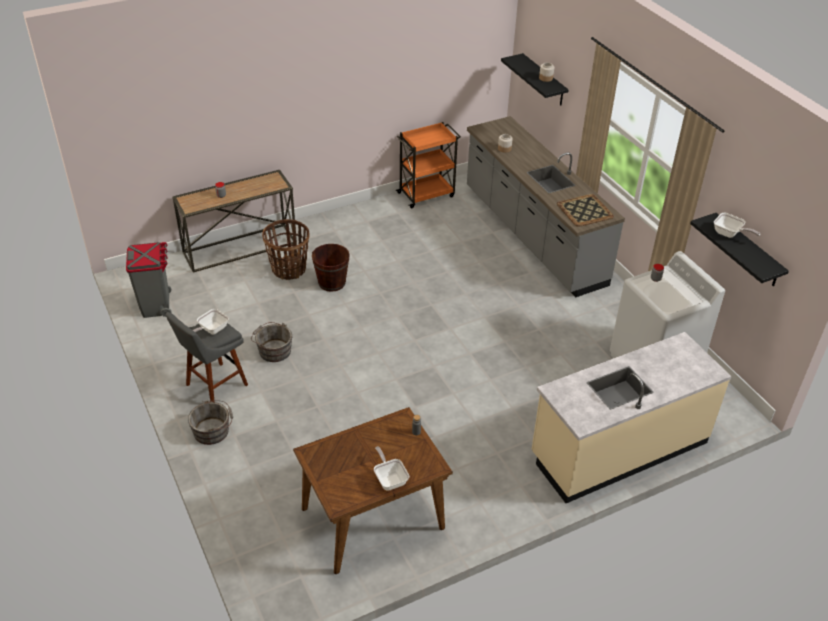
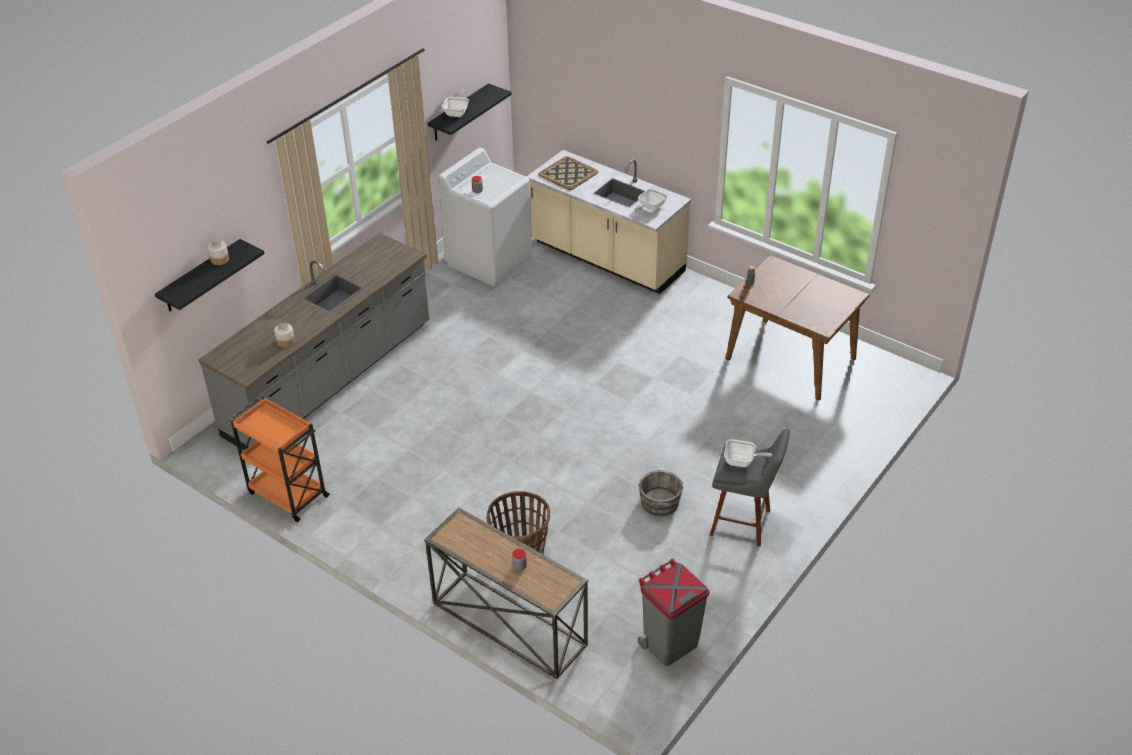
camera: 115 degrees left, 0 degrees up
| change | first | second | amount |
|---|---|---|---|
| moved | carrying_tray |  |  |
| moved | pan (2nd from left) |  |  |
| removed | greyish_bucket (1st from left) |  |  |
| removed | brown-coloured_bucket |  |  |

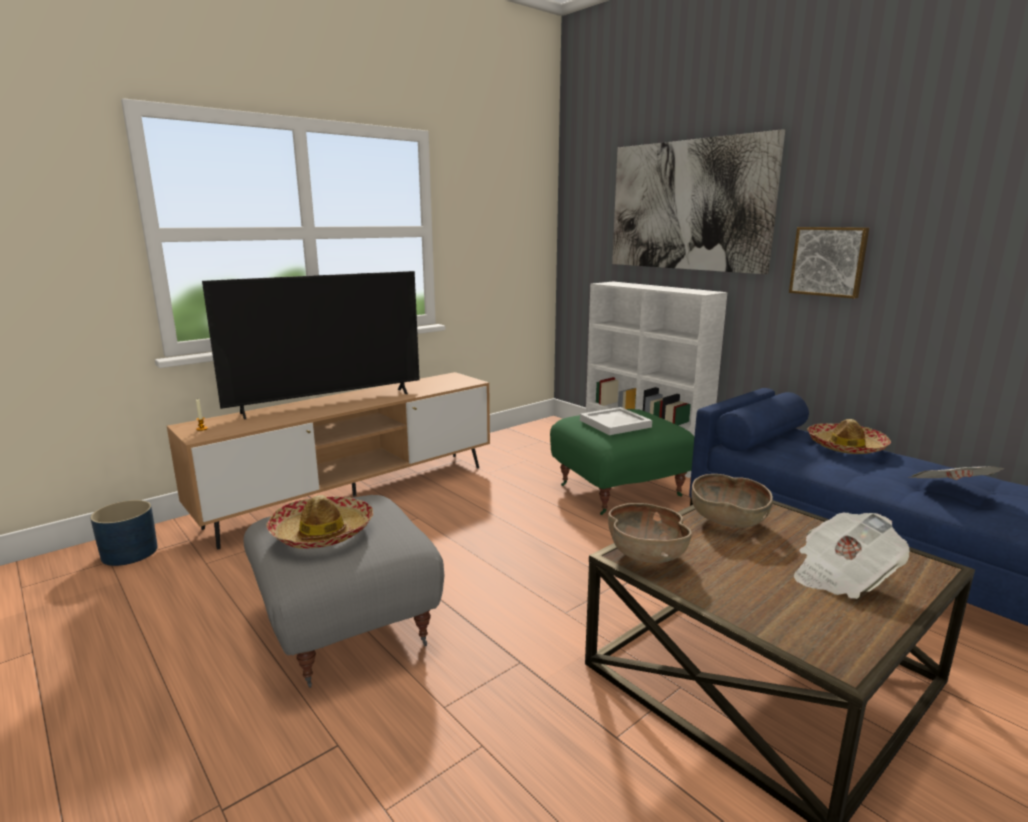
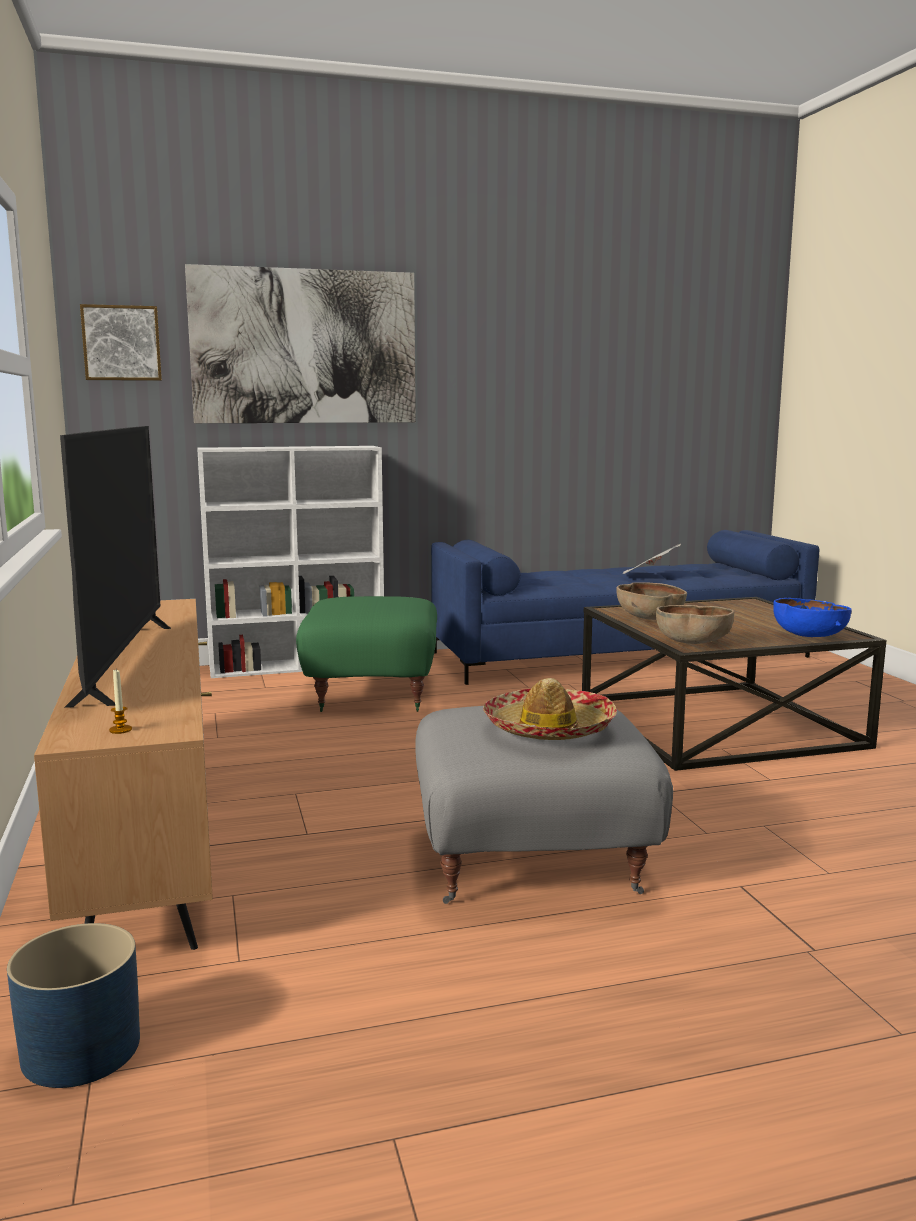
camera: 65 degrees left, 5 degrees down
| change | first | second | amount |
|---|---|---|---|
| moved | picture (2nd from left in the first image) | picture (1st from left) |  |
| added |  | blue-coloured_bowl |  |
| removed | white_carrying_tray |  |  |
| removed | printed_paper (1st from left) |  |  |
| removed | wearable_hat (2nd from left) |  |  |

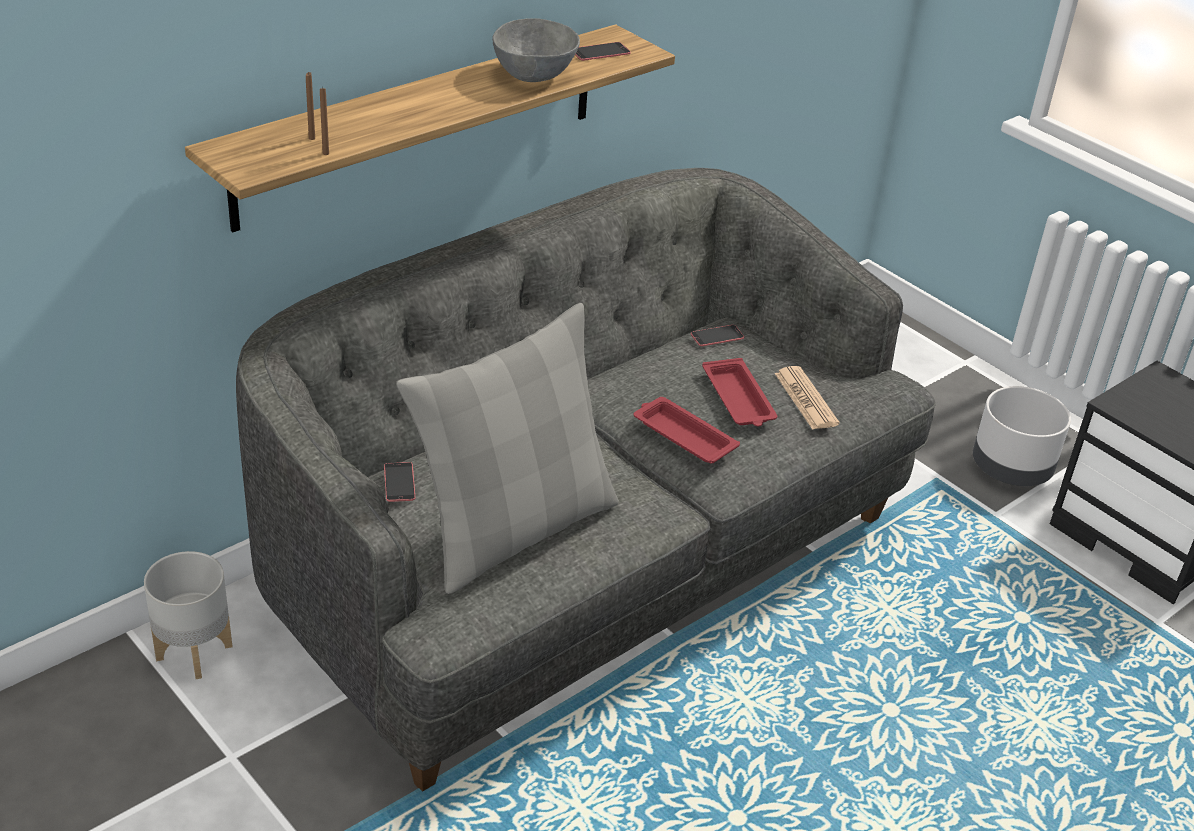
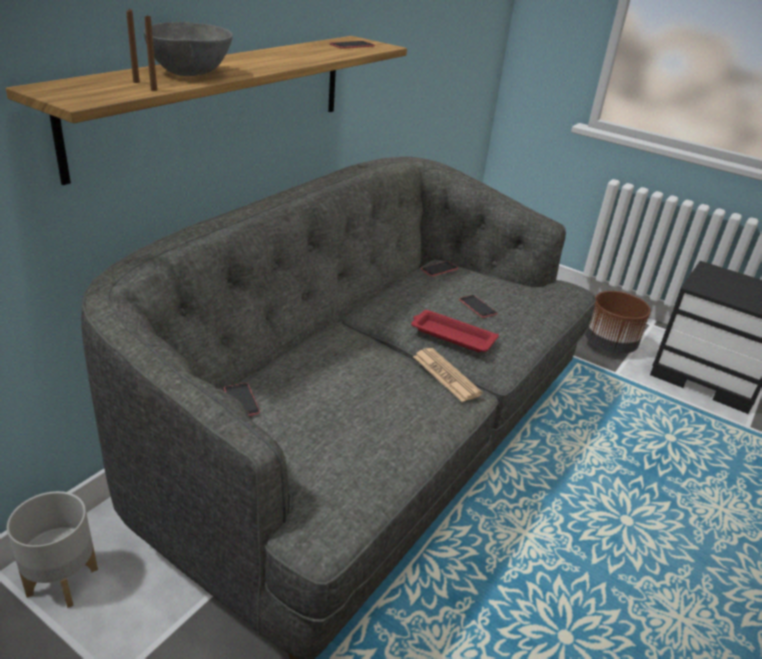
camera: 15 degrees left, 5 degrees down
| change | first | second | amount |
|---|---|---|---|
| moved | greyish_bowl |  |  |
| moved | printed_paper |  |  |
| replaced | red_carrying_tray (2nd from left) | handset (4th from left) |  |
| recoloured | greyish_flower_pot (2nd from left) | brown-coloured_flower_pot |  |
| removed | greyish_pillow |  |  |

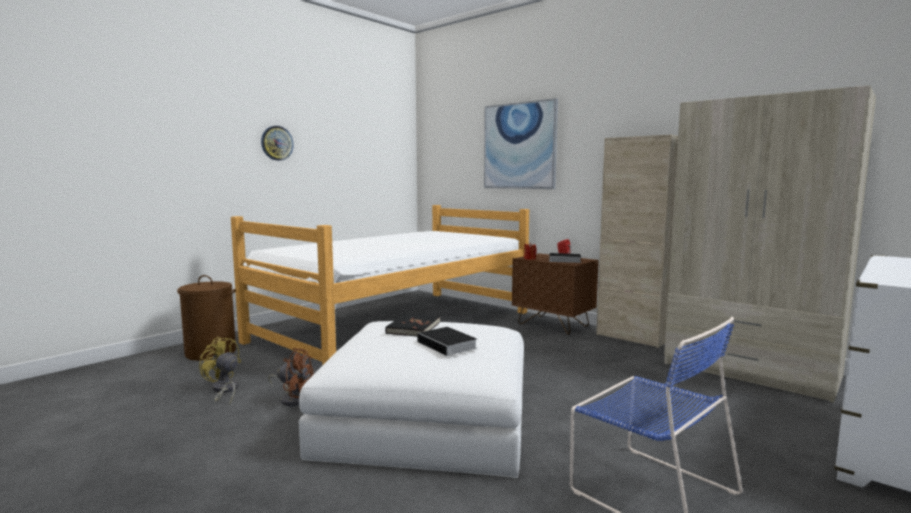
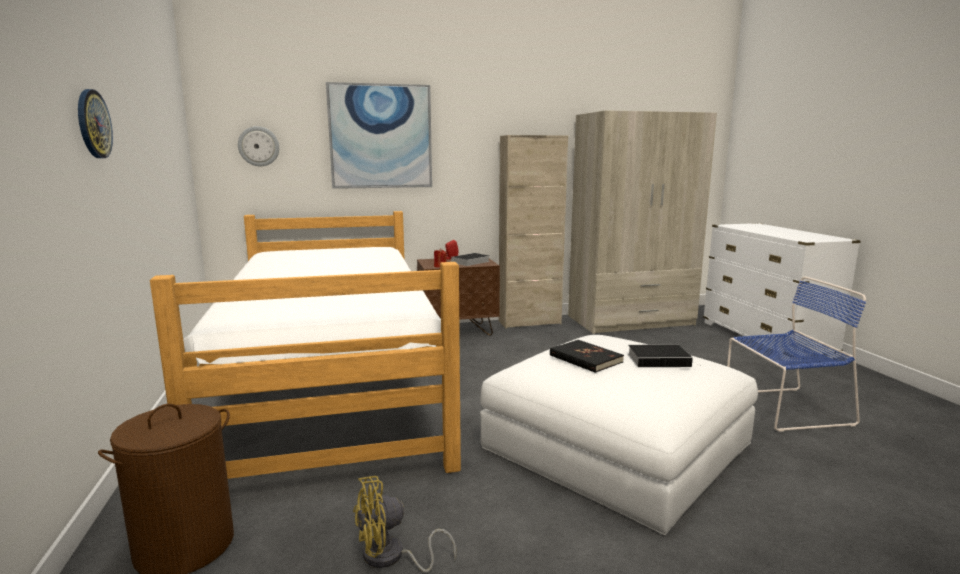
camera: 55 degrees left, 5 degrees up
| change | first | second | amount |
|---|---|---|---|
| added |  | hanging_clock (2nd from left) |  |
| removed | brown-coloured_electric_fan |  |  |

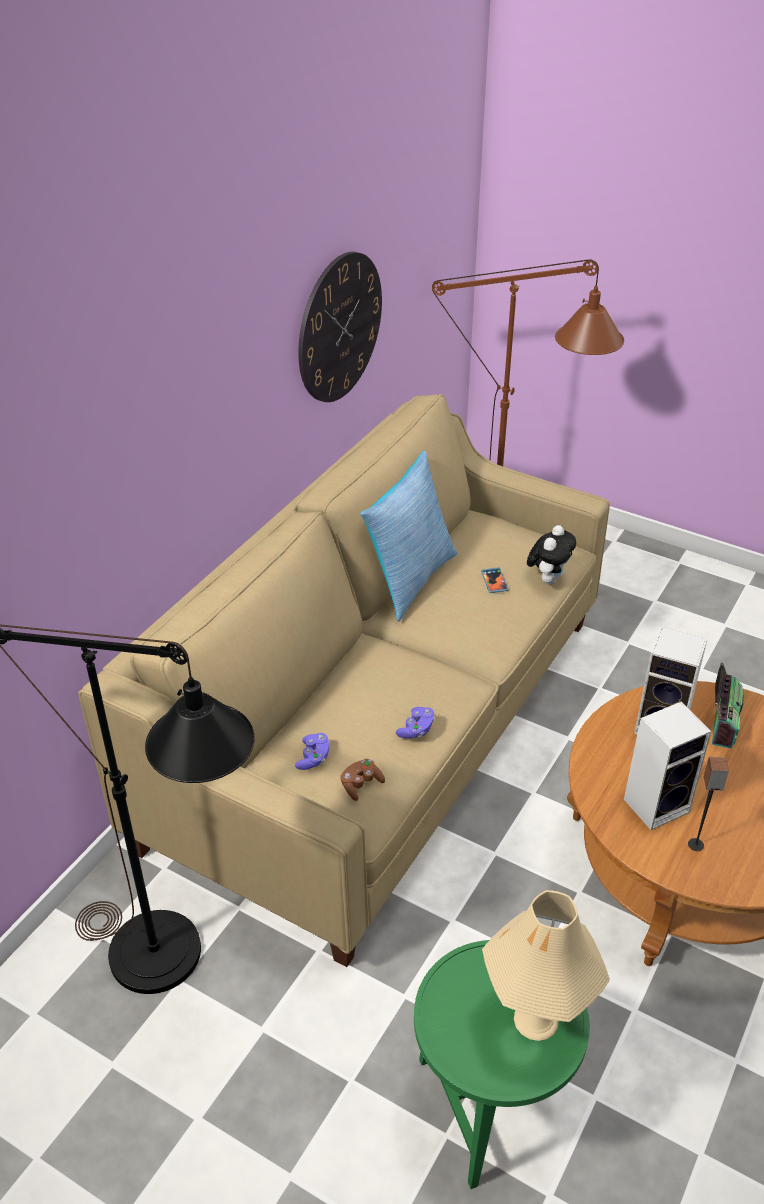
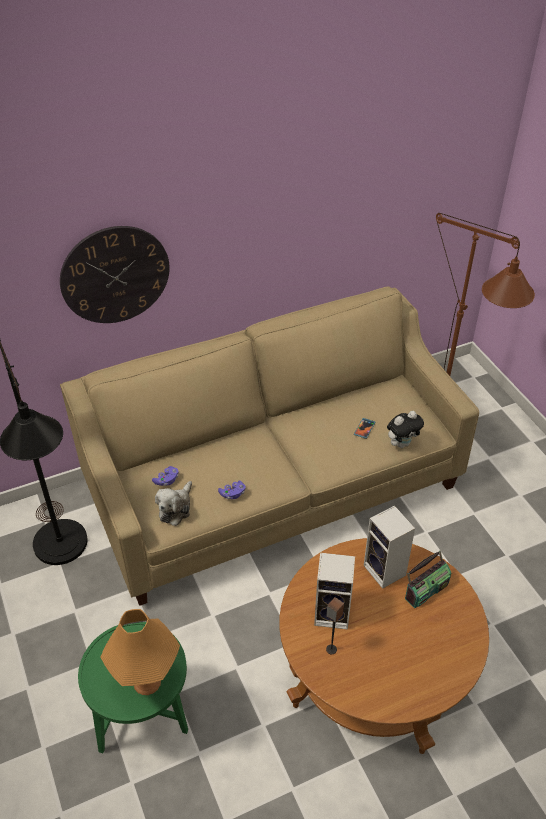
camera: 35 degrees right, 5 degrees up
| change | first | second | amount |
|---|---|---|---|
| moved | hanging_clock |  |  |
| recoloured | beige_lamp_for_a_table | orangey_lamp_for_a_table |  |
| replaced | brown-coloured_gamepad | cuddly_toy (1st from left) |  |
| removed | pillow |  |  |

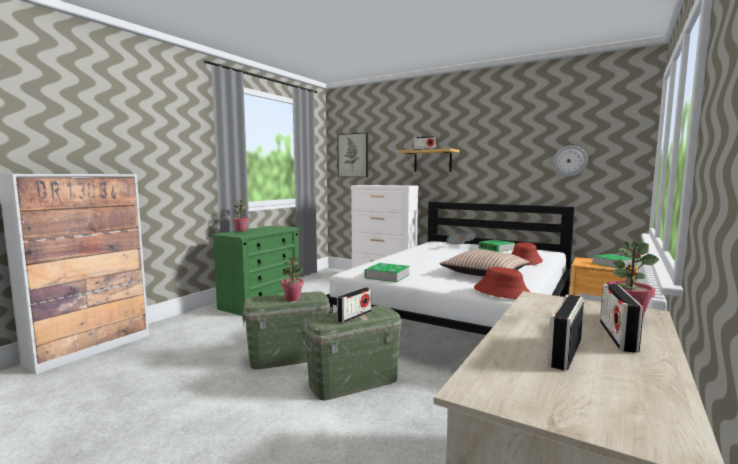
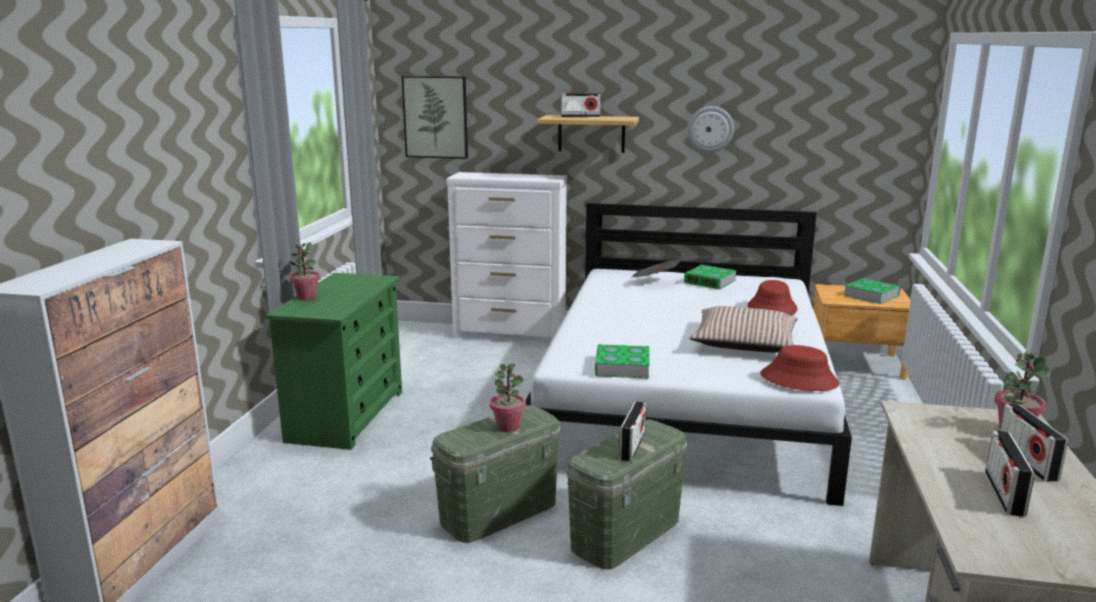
camera: 20 degrees left, 10 degrees up
| change | first | second | amount |
|---|---|---|---|
| moved | hanging_clock |  |  |

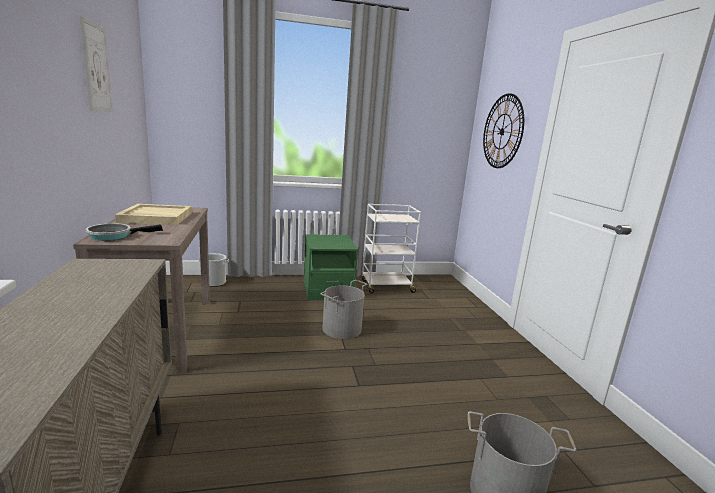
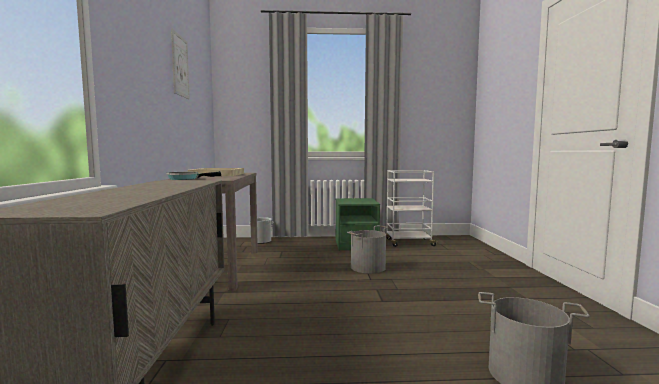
camera: 10 degrees right, 10 degrees down
| change | first | second | amount |
|---|---|---|---|
| removed | hanging_clock |  |  |

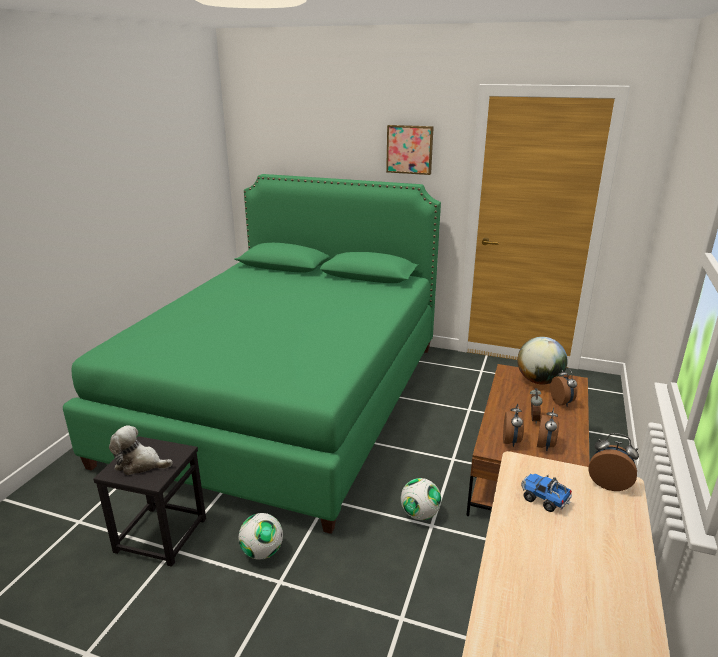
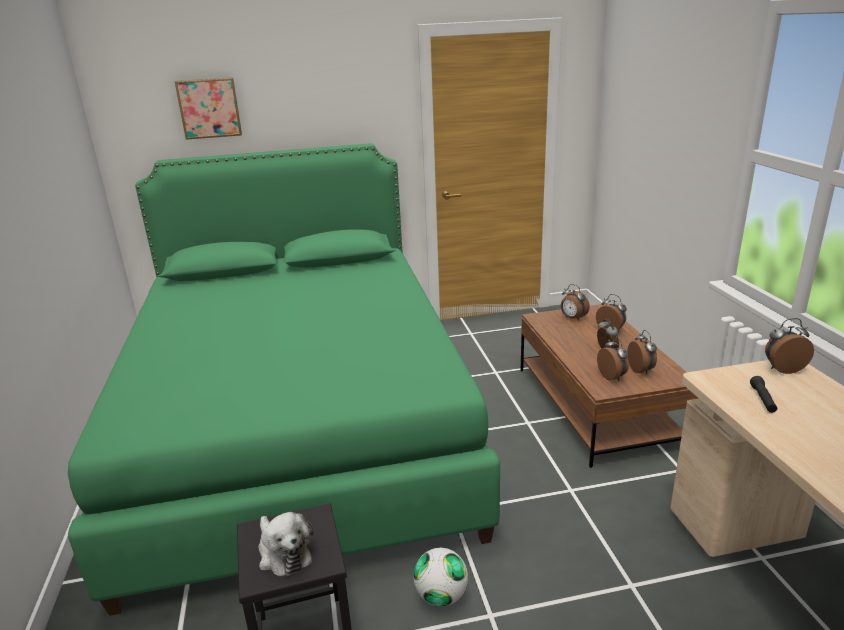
camera: 30 degrees left, 0 degrees up
| change | first | second | amount |
|---|---|---|---|
| moved | picture |  |  |
| turned | cuddly_toy |  | 105 degrees counterclockwise |
| replaced | globe | alarm_clock (1st from left) |  |
| replaced | toy_lorry | blackish_torch |  |
| removed | football_ball (2nd from left) |  |  |

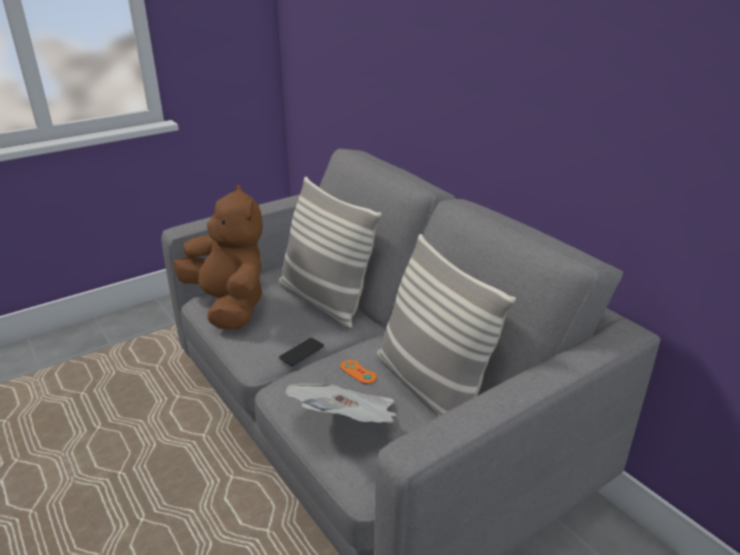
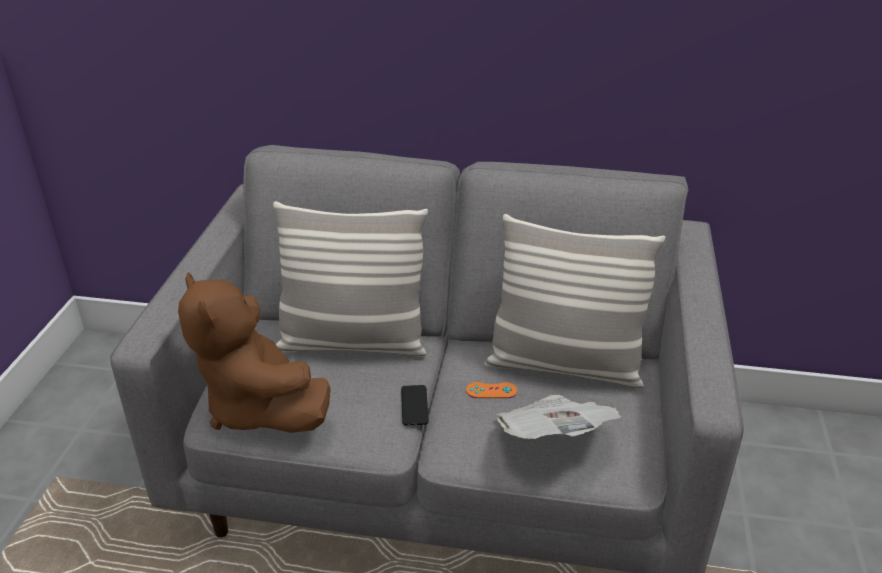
camera: 45 degrees left, 5 degrees up
| change | first | second | amount |
|---|---|---|---|
| turned | brown-coloured_cuddly_toy |  | 135 degrees counterclockwise |

